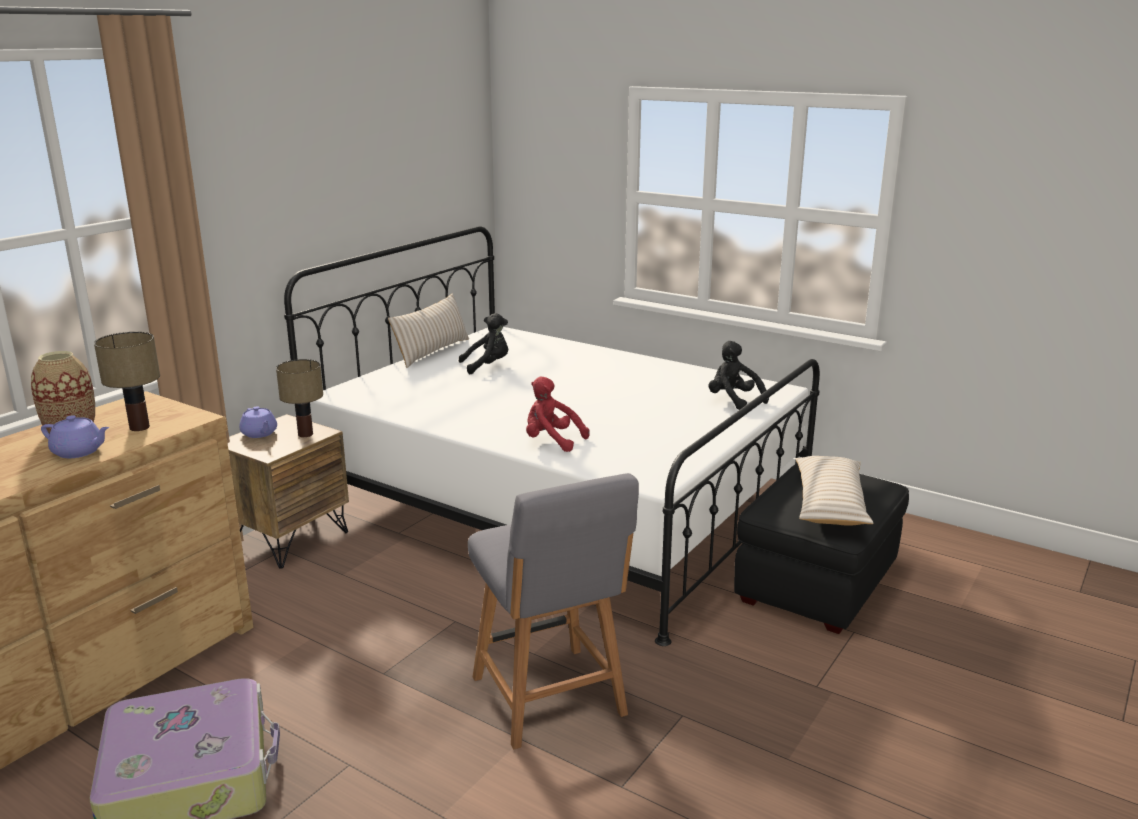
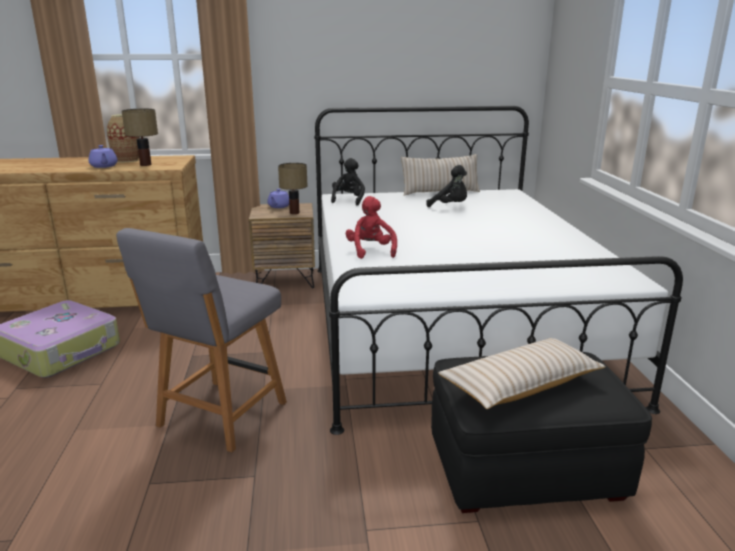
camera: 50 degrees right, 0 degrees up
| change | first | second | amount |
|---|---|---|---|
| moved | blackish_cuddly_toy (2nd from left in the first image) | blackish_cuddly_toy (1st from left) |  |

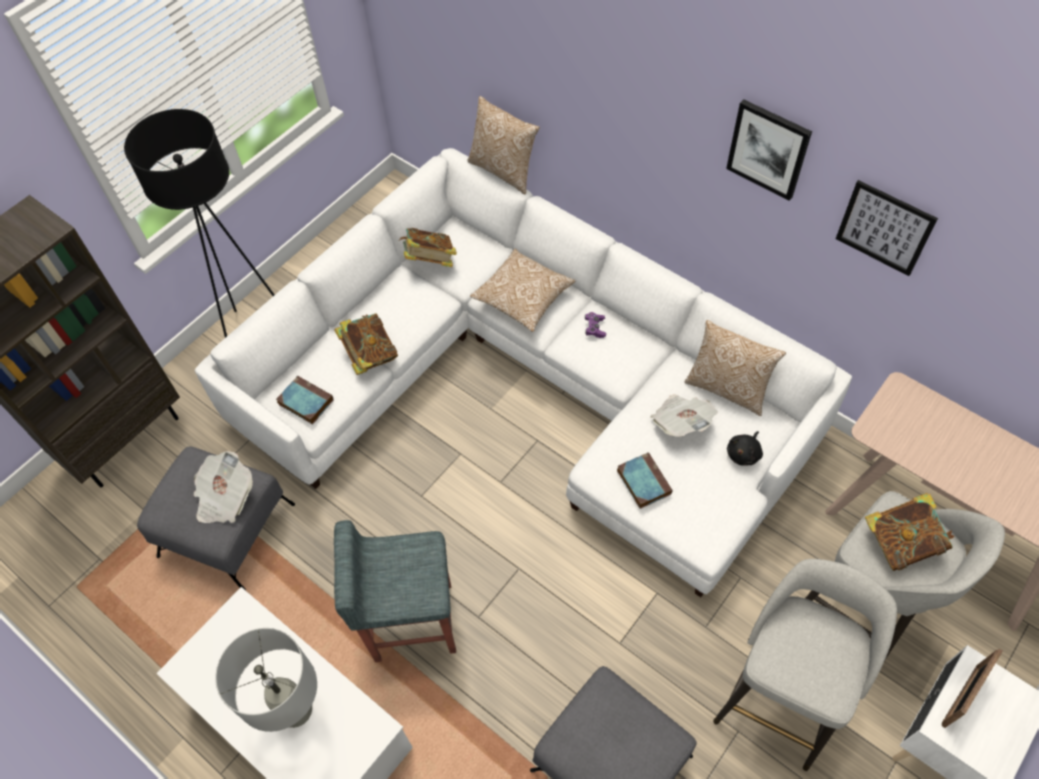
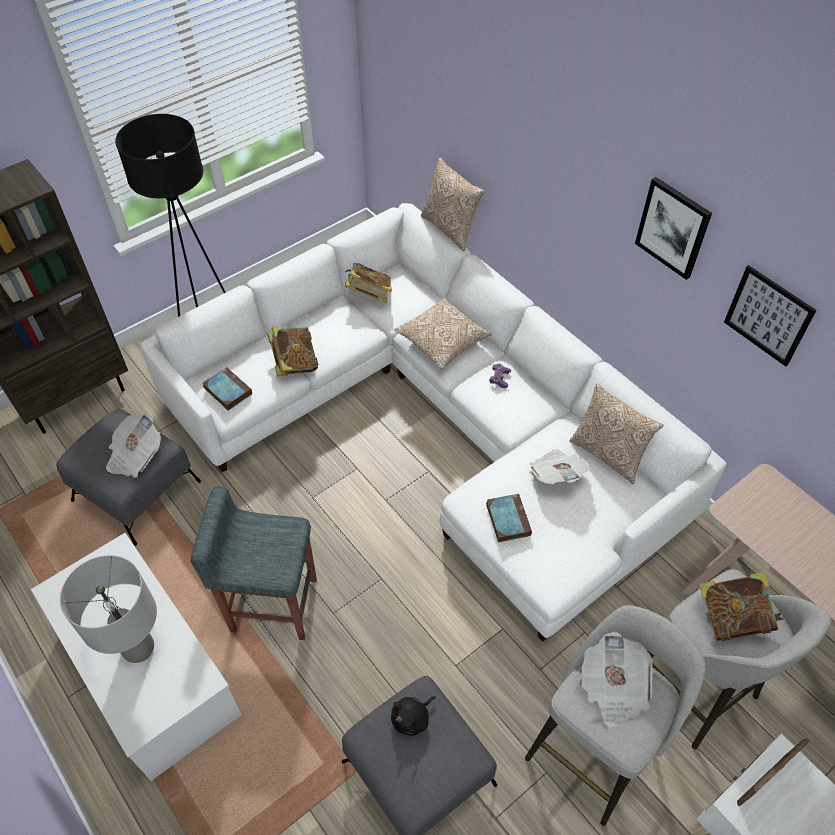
camera: 10 degrees right, 5 degrees down
| change | first | second | amount |
|---|---|---|---|
| moved | blackish_cuddly_toy |  |  |
| added |  | printed_paper (3rd from left) |  |

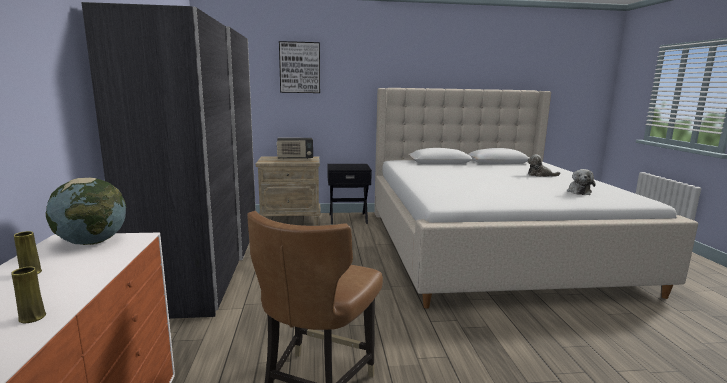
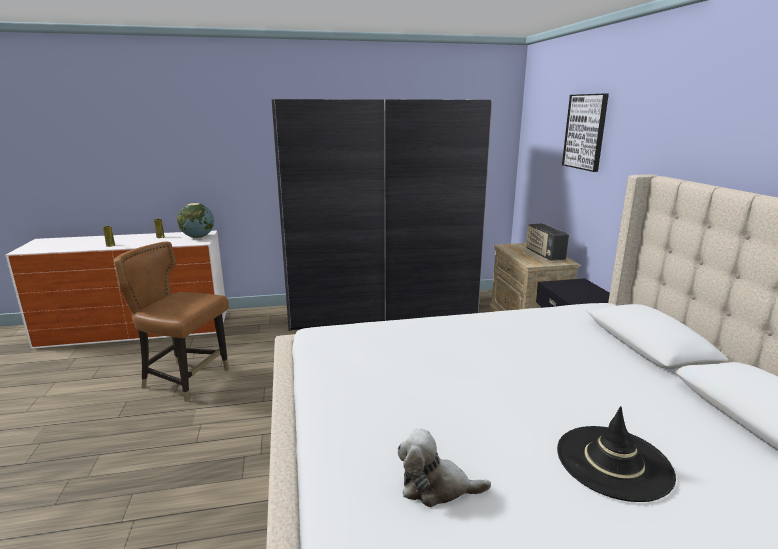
camera: 85 degrees right, 5 degrees up
| change | first | second | amount |
|---|---|---|---|
| replaced | cuddly_toy (1st from left) | blackish_wearable_hat |  |

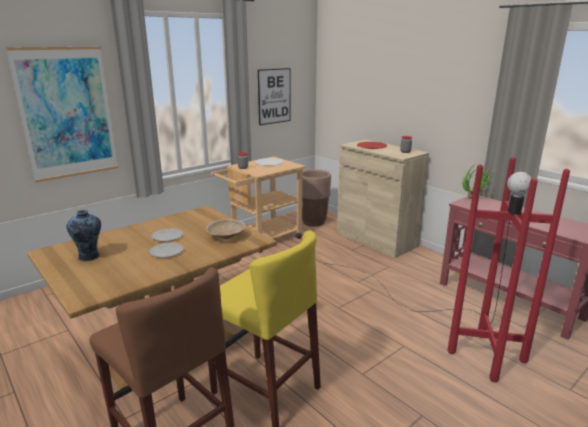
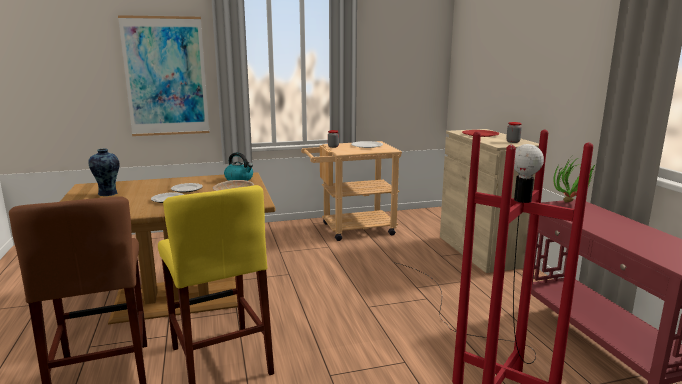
camera: 25 degrees right, 5 degrees down
| change | first | second | amount |
|---|---|---|---|
| added |  | tea_kettle |  |
| removed | picture (2nd from left) |  |  |
| removed | brown-coloured_flower_pot |  |  |

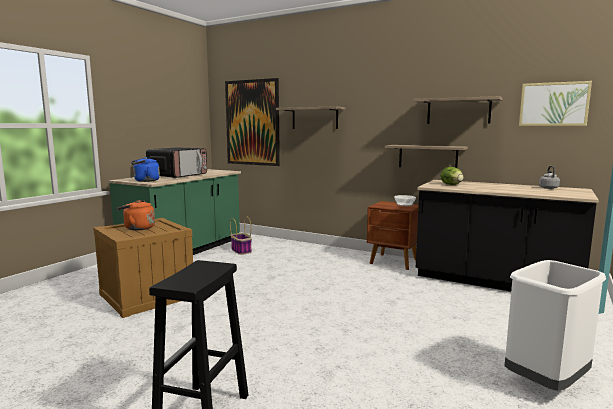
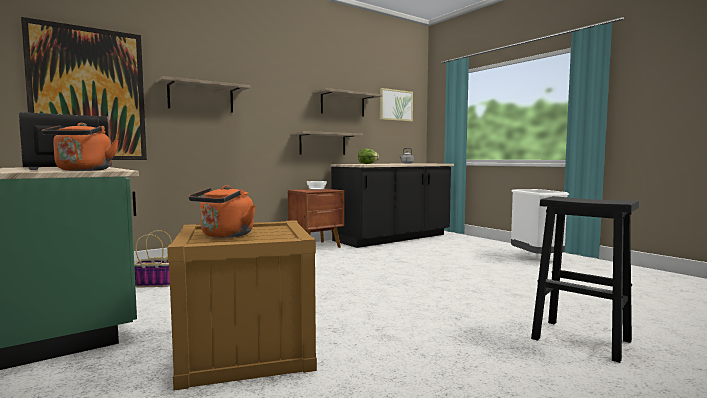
camera: 65 degrees left, 5 degrees down
| change | first | second | amount |
|---|---|---|---|
| recoloured | blue-coloured_tea_kettle | orangey_tea_kettle (1st from left) |  |

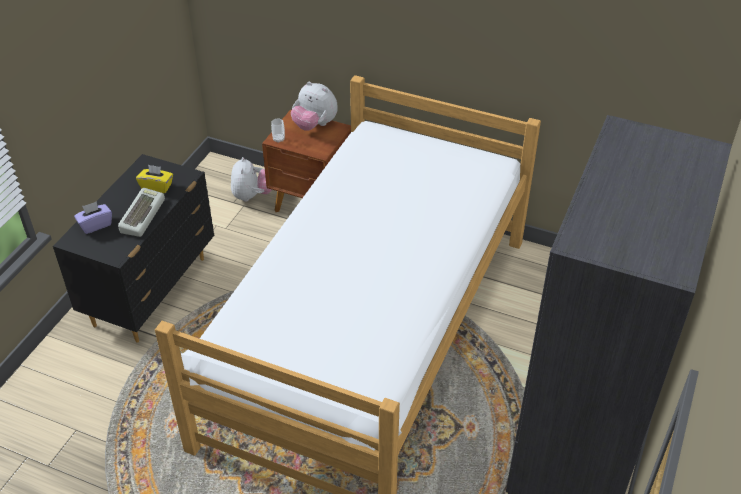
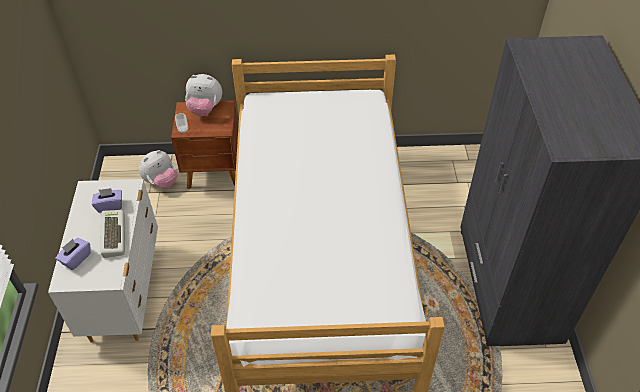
camera: 25 degrees left, 5 degrees up
| change | first | second | amount |
|---|---|---|---|
| recoloured | blackish_dresser | white_dresser |  |
| recoloured | yellow-coloured_box_of_tissues | purplish_box_of_tissues (2nd from left) |  |
| turned | cuddly_toy (1st from left) |  | 75 degrees clockwise |

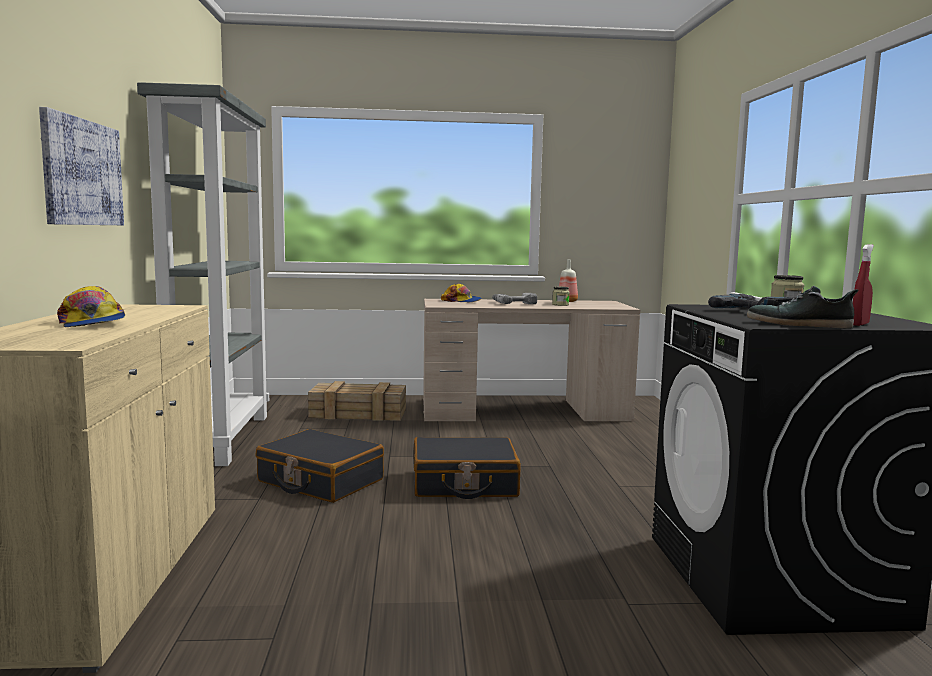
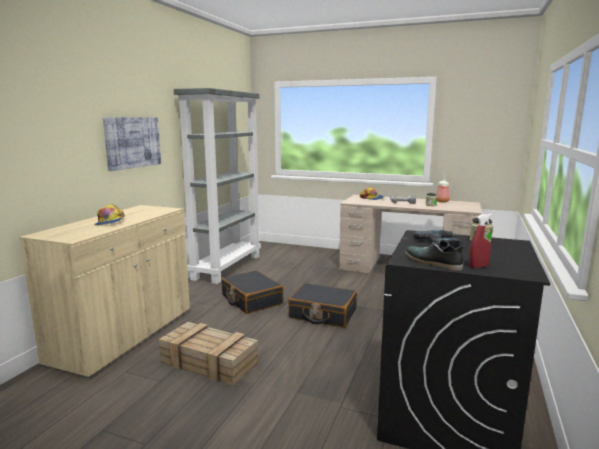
camera: 25 degrees right, 5 degrees up
| change | first | second | amount |
|---|---|---|---|
| moved | packing_crate |  |  |

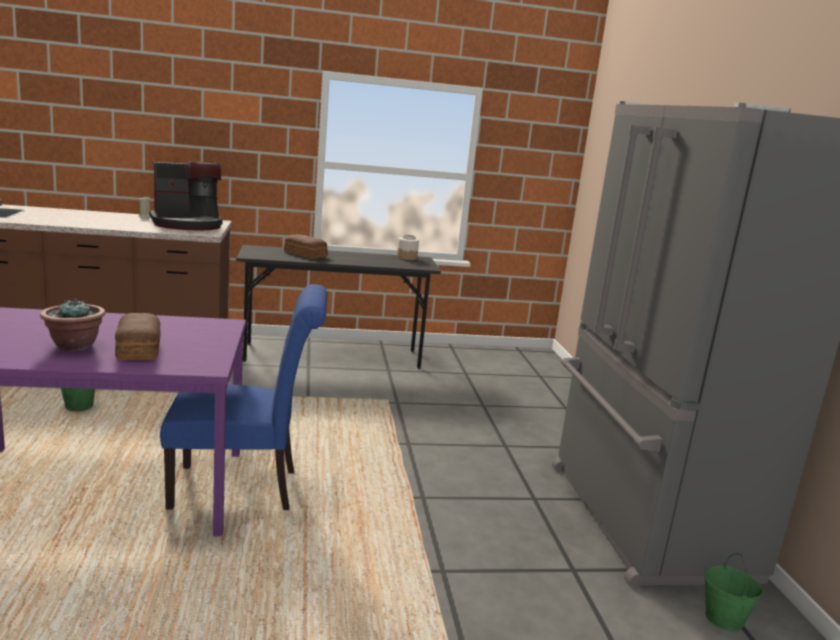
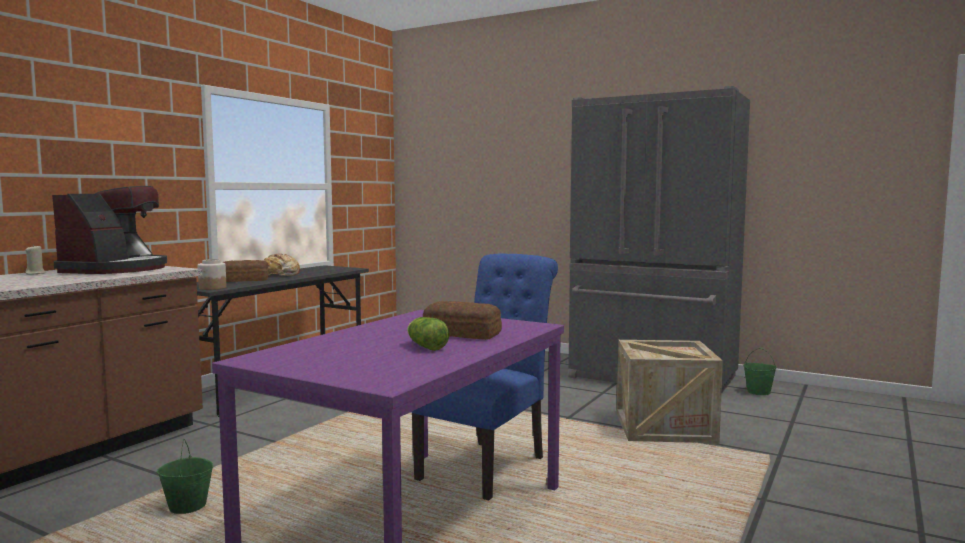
camera: 50 degrees left, 10 degrees down
| change | first | second | amount |
|---|---|---|---|
| moved | preserve_jar |  |  |
| added |  | bread (2nd from left) |  |
| replaced | houseplant | lettuce |  |
| added |  | packing_crate |  |

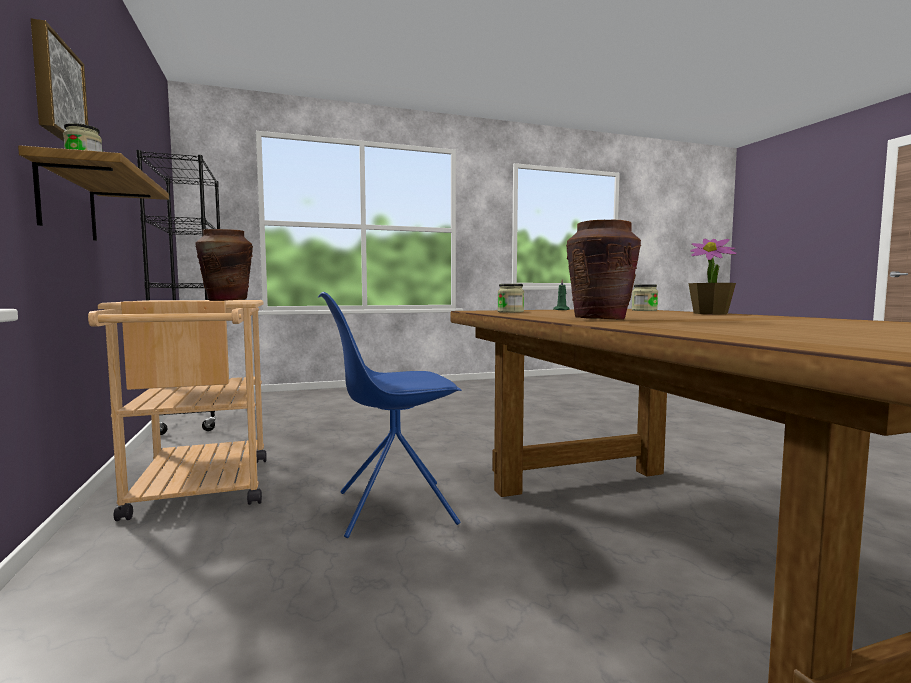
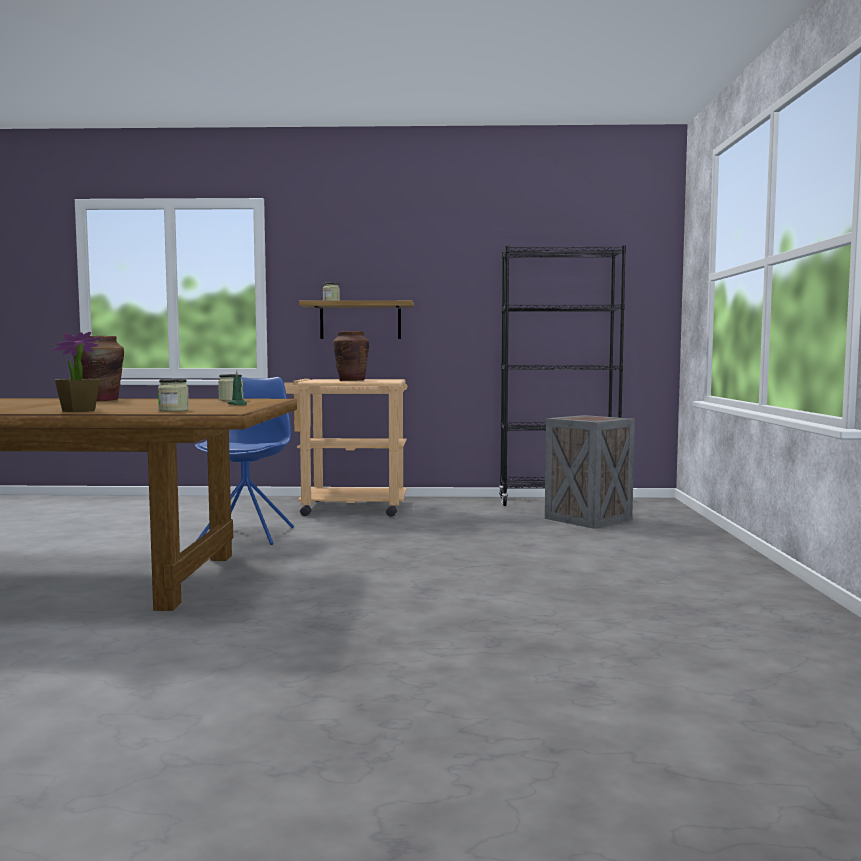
camera: 110 degrees right, 0 degrees up
| change | first | second | amount |
|---|---|---|---|
| added |  | packing_crate |  |
| removed | picture |  |  |

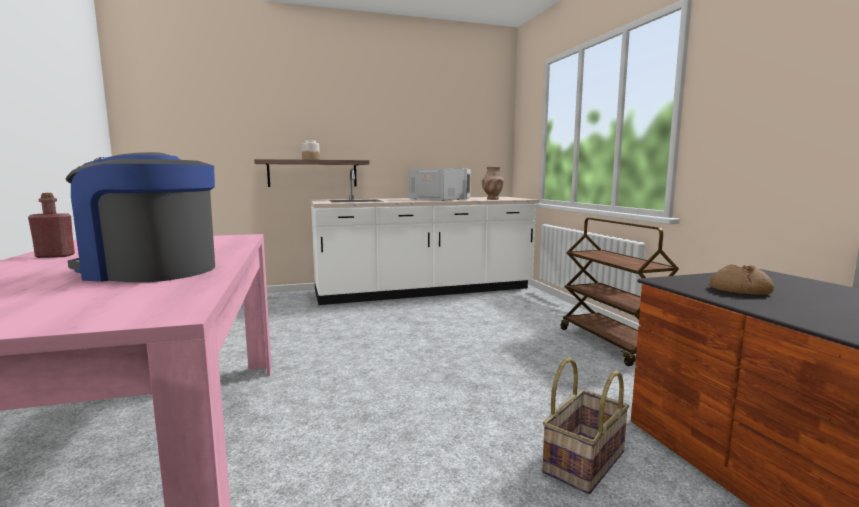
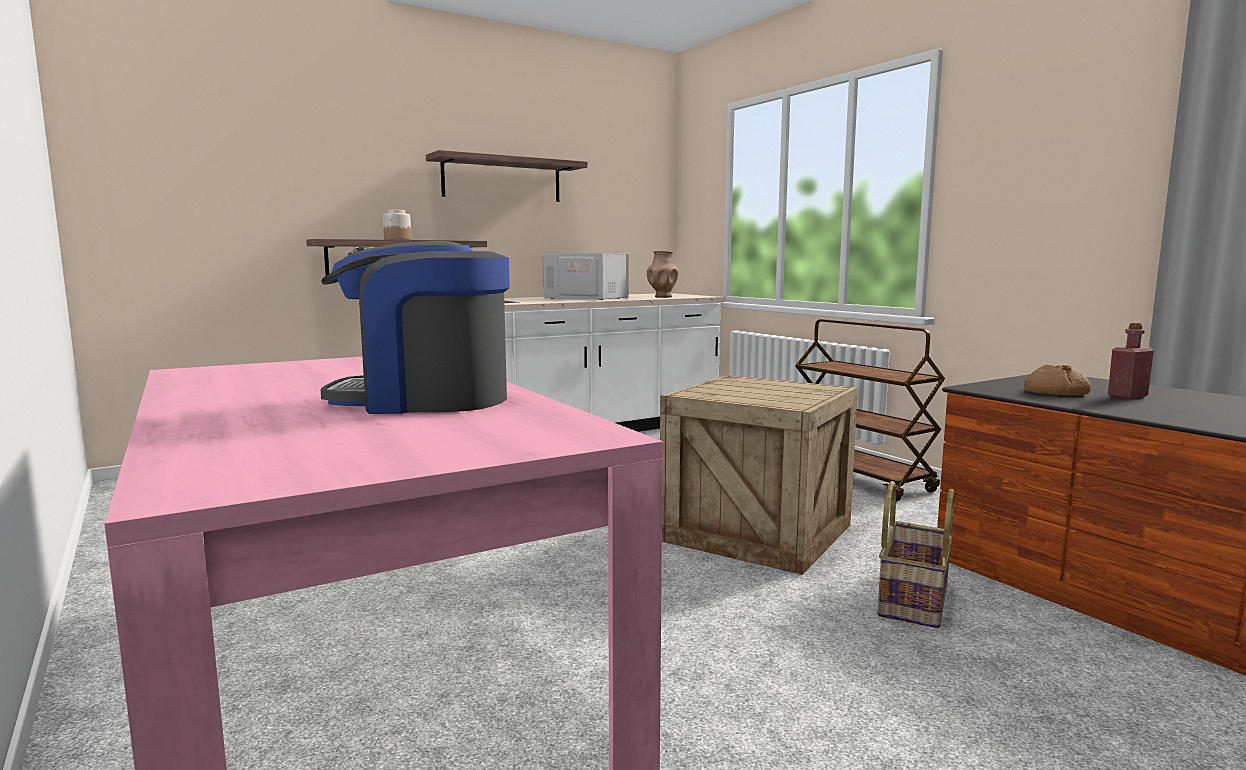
camera: 15 degrees left, 0 degrees up
| change | first | second | amount |
|---|---|---|---|
| added |  | bracket_shelf (2nd from left) |  |
| added |  | packing_crate |  |
| moved | red_beverage_bottle |  |  |

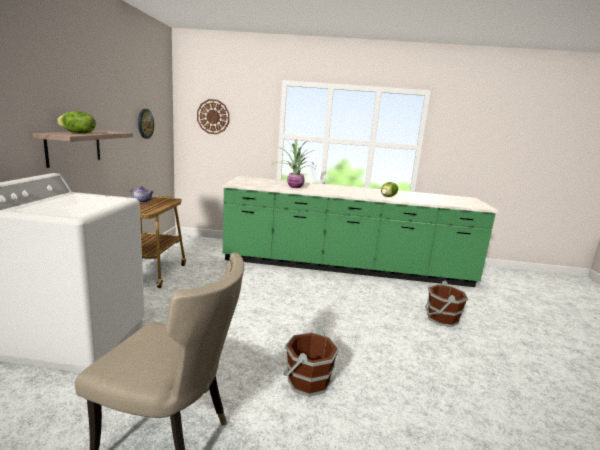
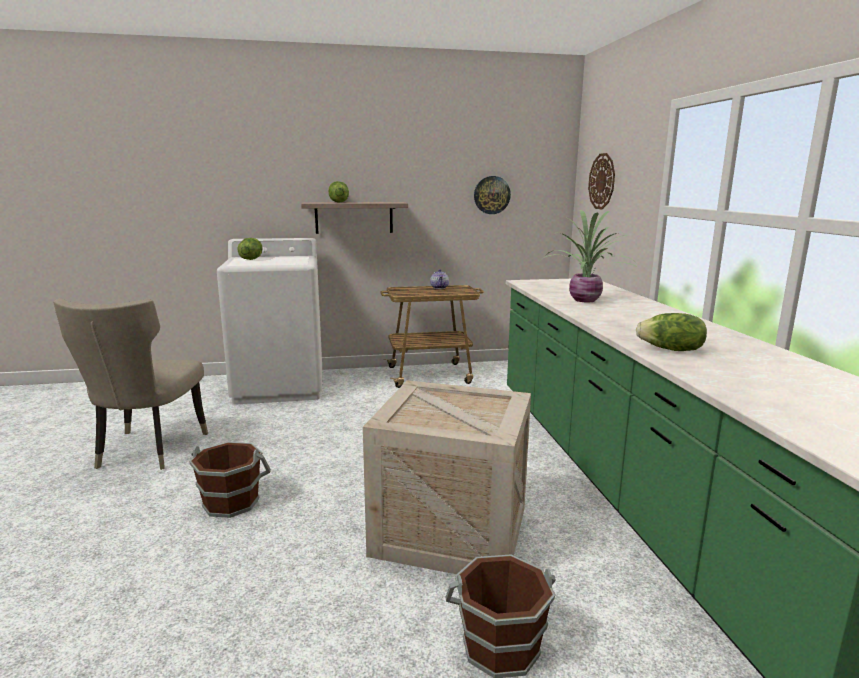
camera: 75 degrees right, 0 degrees up
| change | first | second | amount |
|---|---|---|---|
| added |  | lettuce (1st from left) |  |
| added |  | packing_crate |  |

